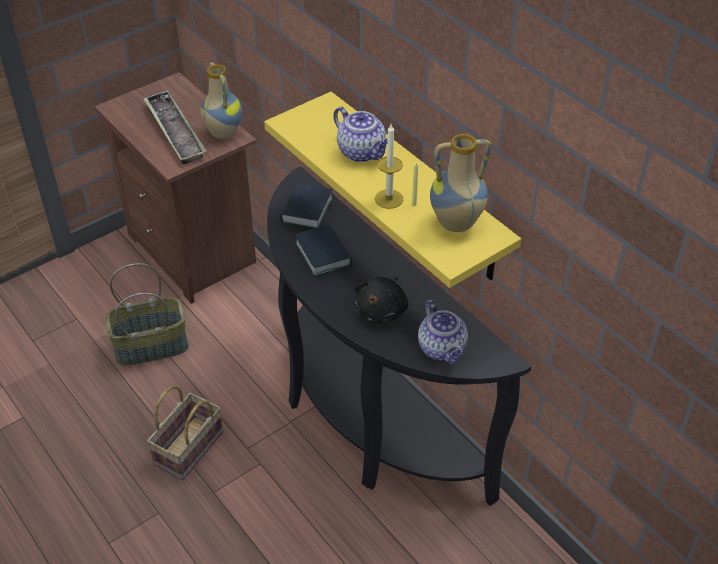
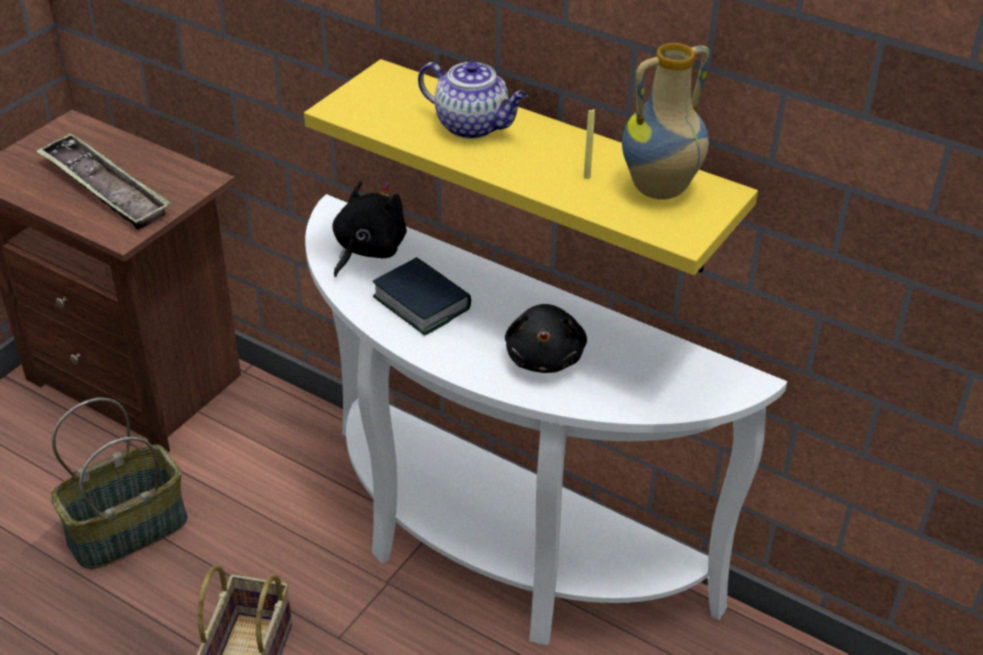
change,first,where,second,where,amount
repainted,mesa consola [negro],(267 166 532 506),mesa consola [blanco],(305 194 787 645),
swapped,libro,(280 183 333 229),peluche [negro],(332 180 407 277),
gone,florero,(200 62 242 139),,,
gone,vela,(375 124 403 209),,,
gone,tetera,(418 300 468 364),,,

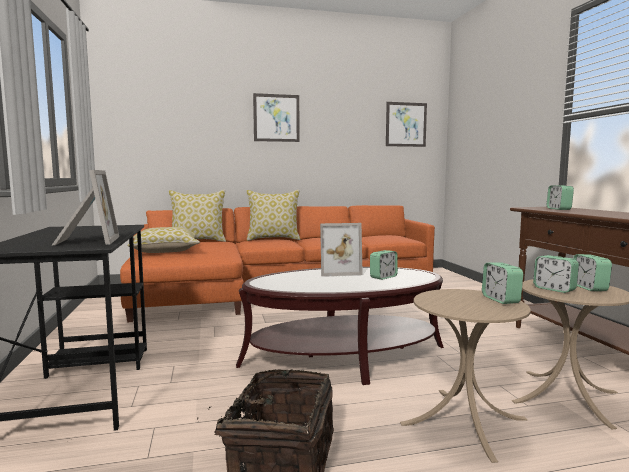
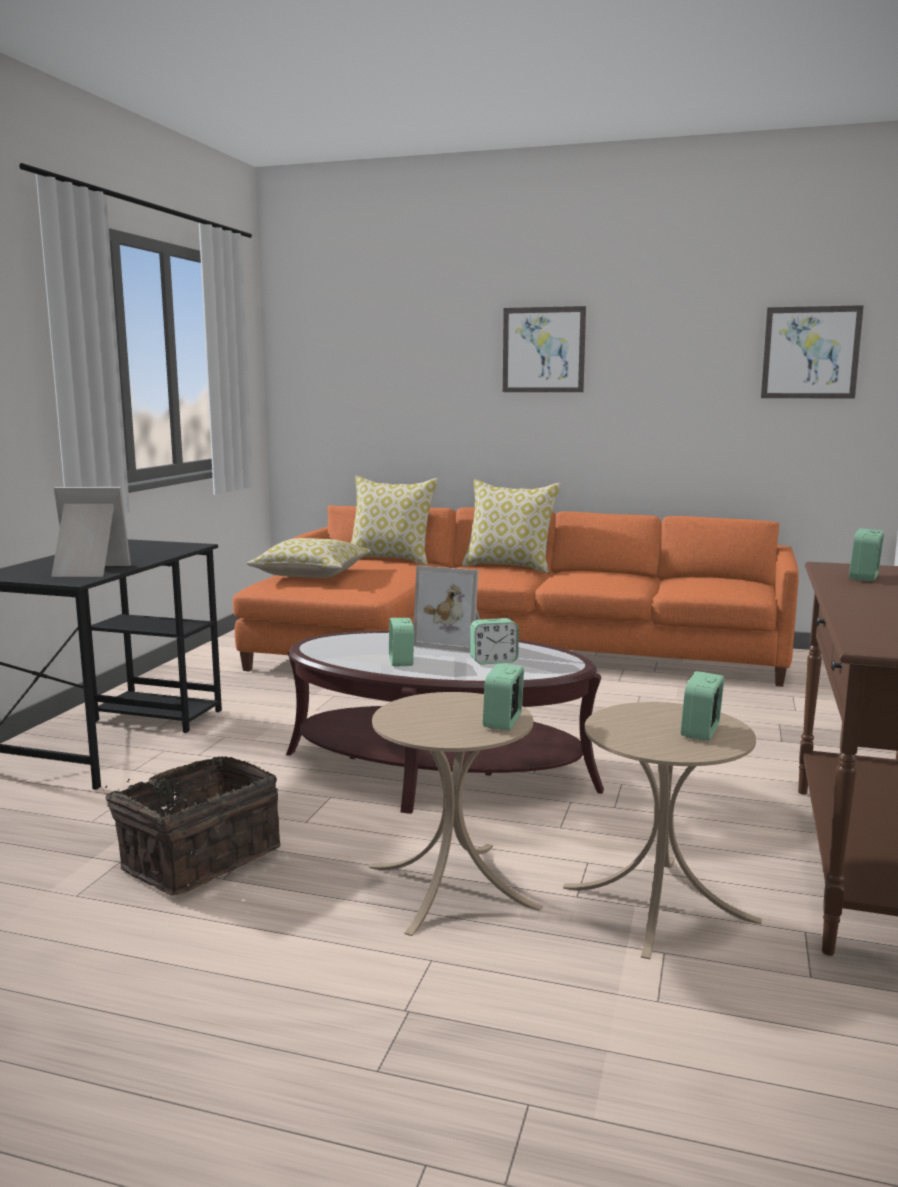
change,first,where,second,where,amount
rotated,portarretratos,(51 170 119 246),,(51 487 131 577),105 degrees counterclockwise
shifted,despertador,(533 255 579 293),,(389 618 414 667),

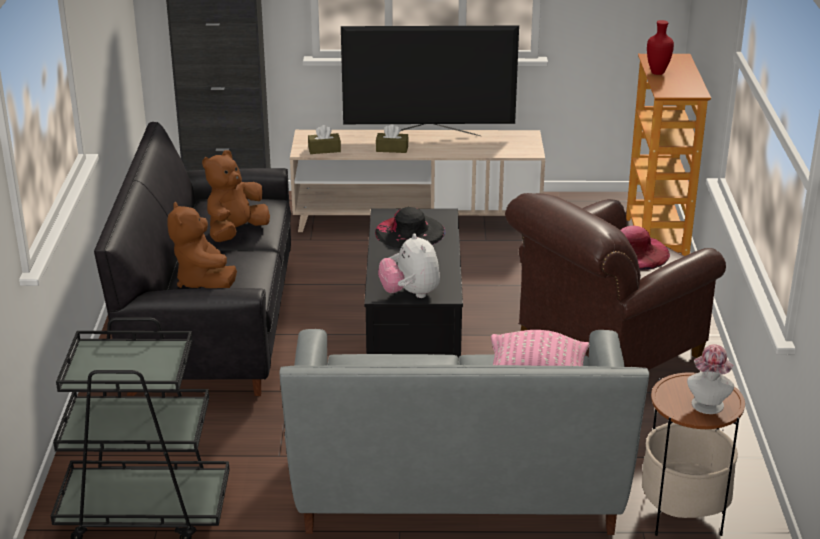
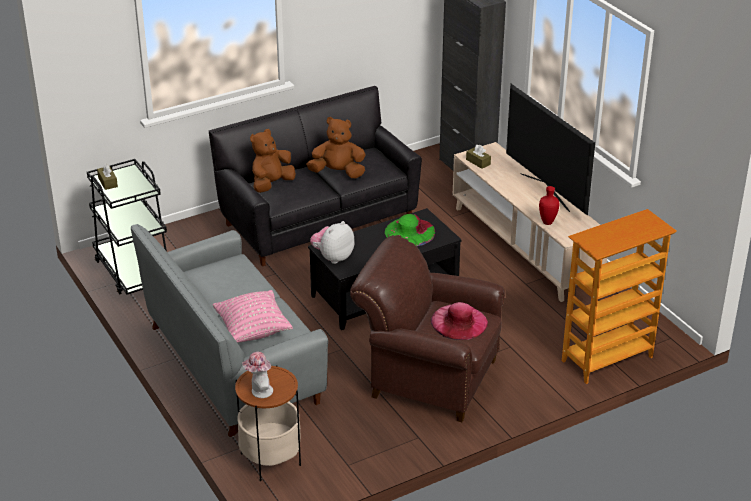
change,first,where,second,where,amount
shifted,caja de pañuelos [marrón],(376 124 409 153),,(97 164 118 190),
repainted,sombrero [negro],(375 207 446 248),sombrero [verde],(385 214 435 246),
shifted,florero [rojo],(647 20 674 75),,(539 186 559 225),

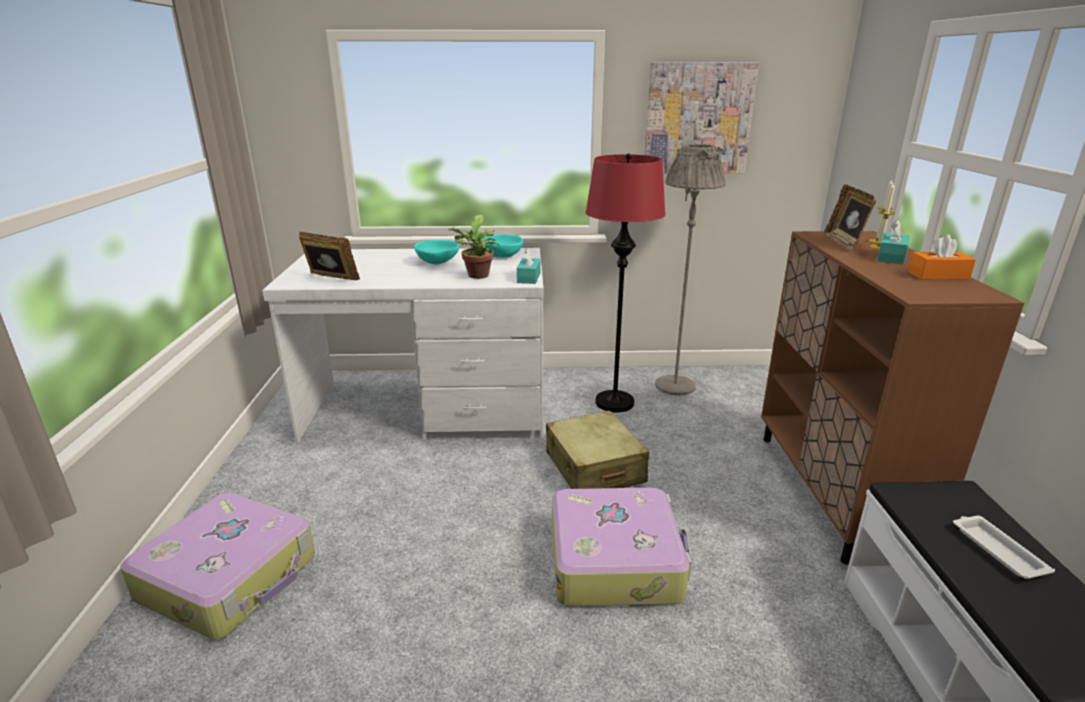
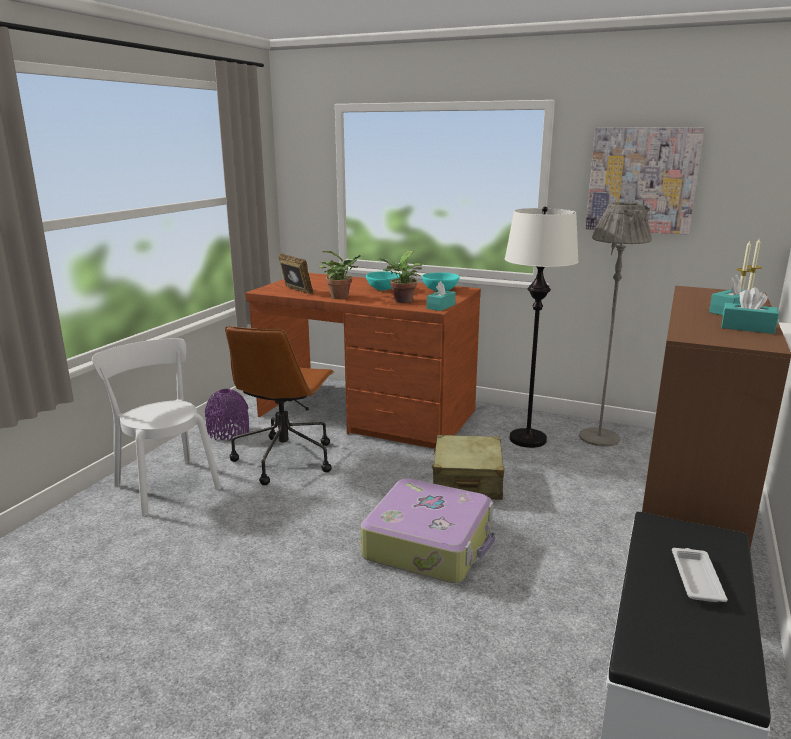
change,first,where,second,where,amount
swapped,maleta,(121 493 315 640),silla [blanco],(92 338 221 516),
new,,,florero [morado],(205 389 249 441),
new,,,silla de oficina [marrón],(225 326 335 485),
repainted,escritorio [blanco],(262 248 544 442),escritorio [marrón],(245 273 481 449),
new,,,planta en maceta,(319 250 364 299),
repainted,lámpara de pie [rojo],(585 153 666 412),lámpara de pie [blanco],(505 207 579 448),
repainted,caja de pañuelos [naranja],(908 235 976 280),caja de pañuelos [turquesa],(721 288 779 334),
gone,portarretratos,(824 184 876 251),,,

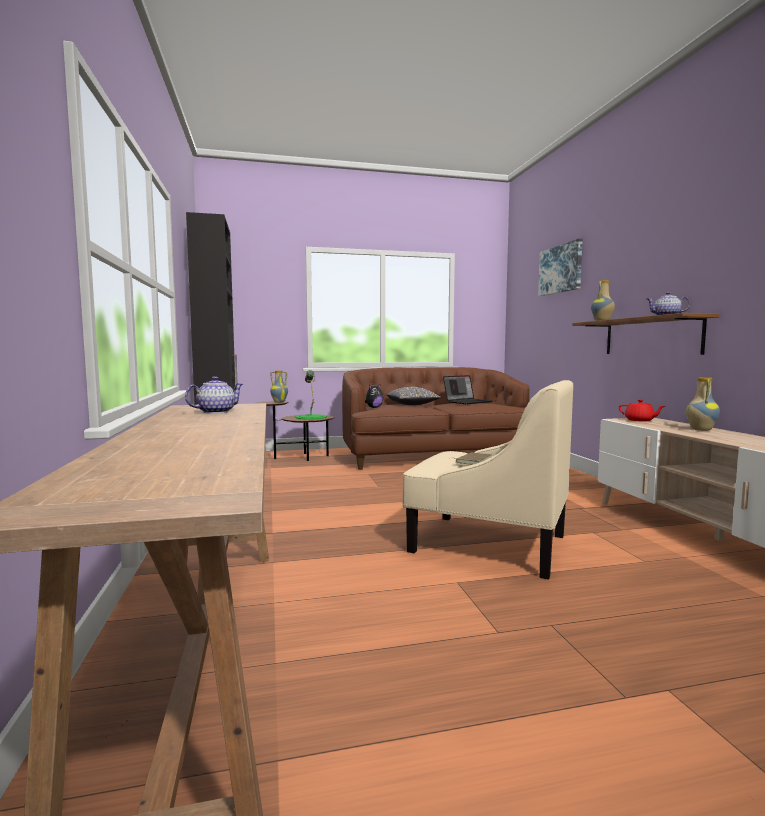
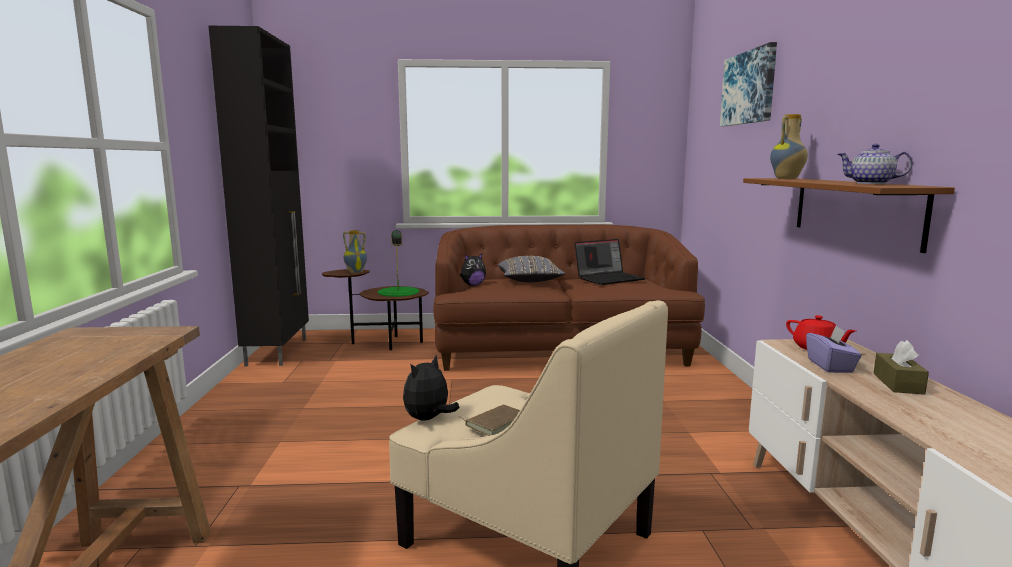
change,first,where,second,where,amount
new,,,peluche,(403 355 459 421),
new,,,caja de pañuelos [morado],(806 326 862 373),
swapped,florero,(686 377 720 431),caja de pañuelos [marrón],(873 340 929 395),
gone,tetera,(185 376 243 414),,,

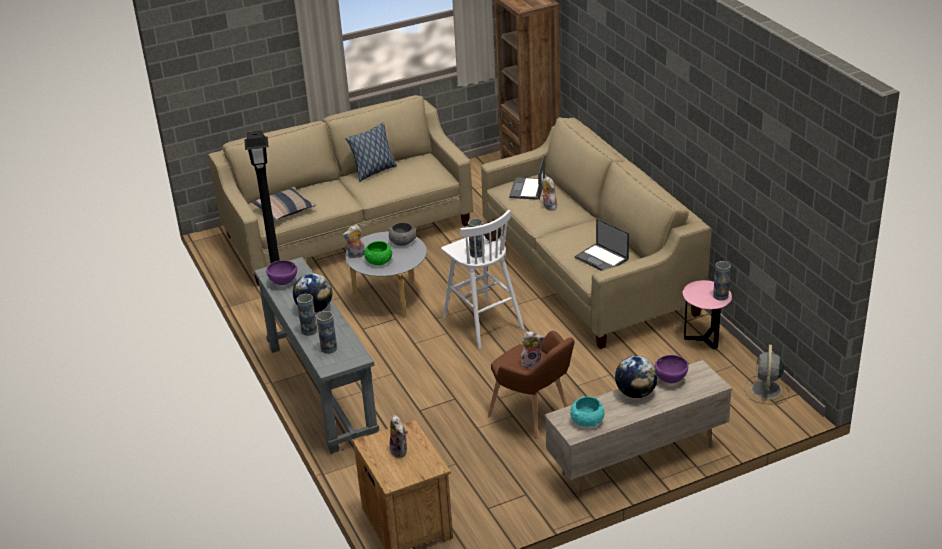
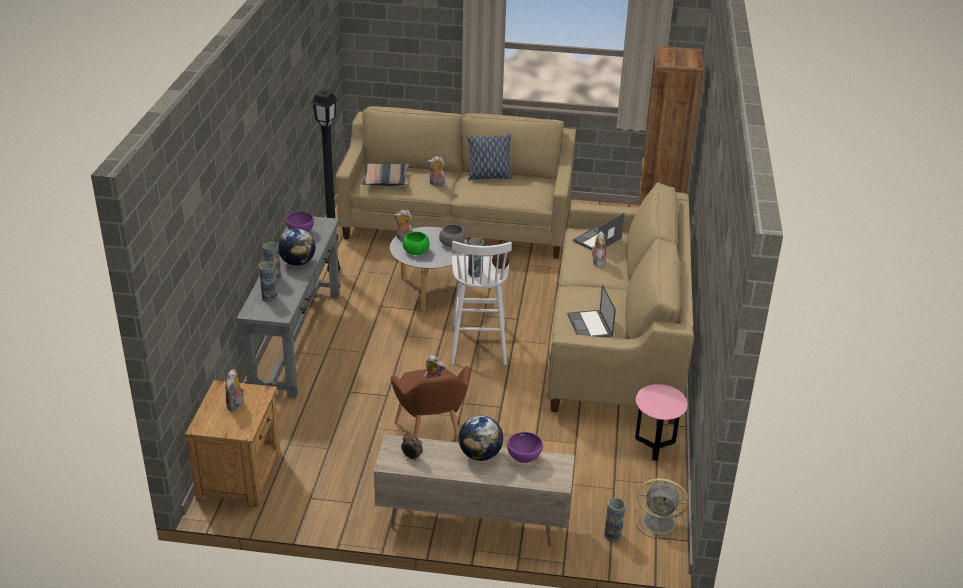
change,first,where,second,where,amount
swapped,cuenco [turquesa],(570 396 604 427),despertador,(401 433 423 461),
new,,,peluche,(427 156 446 187),
shifted,florero,(713 261 731 301),,(604 498 625 542),
rotated,ventilador [gris],(744 344 789 404),,(634 478 689 540),120 degrees counterclockwise

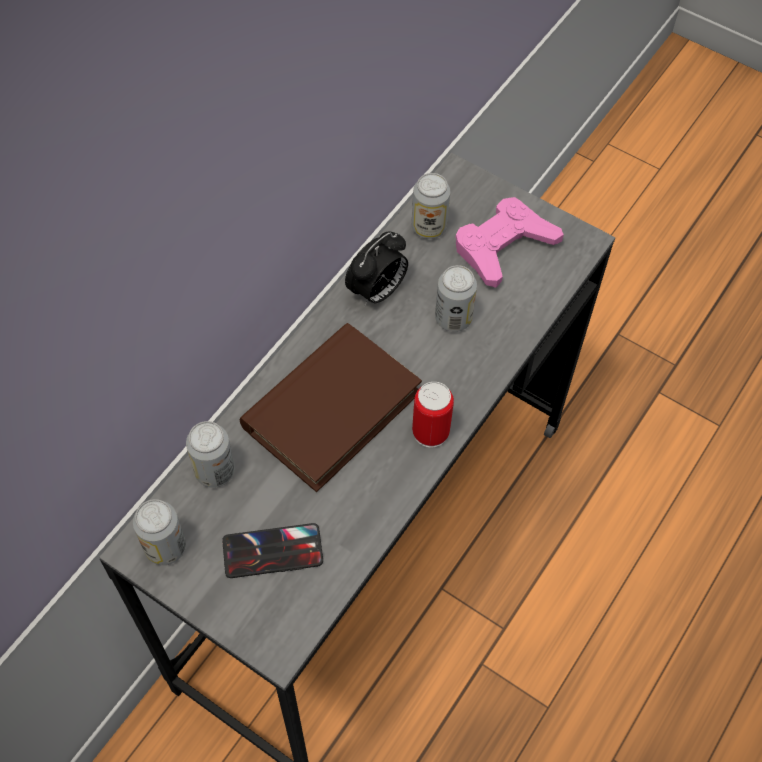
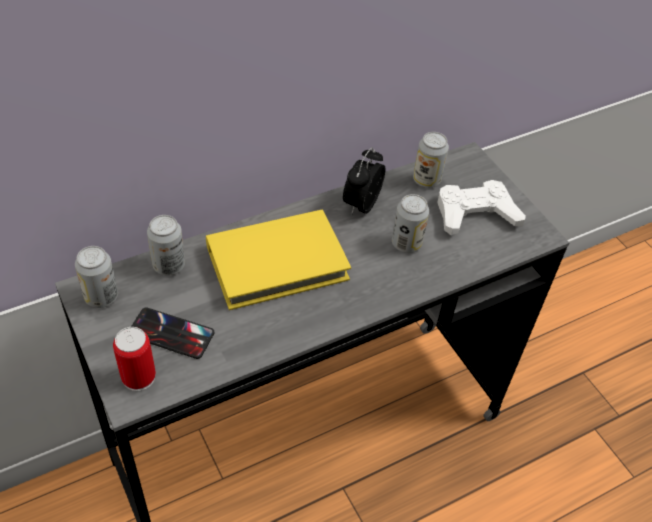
change,first,where,second,where,amount
shifted,lata,(412 382 454 448),,(113 327 156 391),
repainted,libro [marrón],(240 323 422 492),libro [amarillo],(206 210 351 310),
rotated,despertador,(345 232 408 306),,(343 147 385 215),135 degrees clockwise
repainted,mando de consola [rosa],(456 197 564 288),mando de consola [blanco],(437 180 526 235),

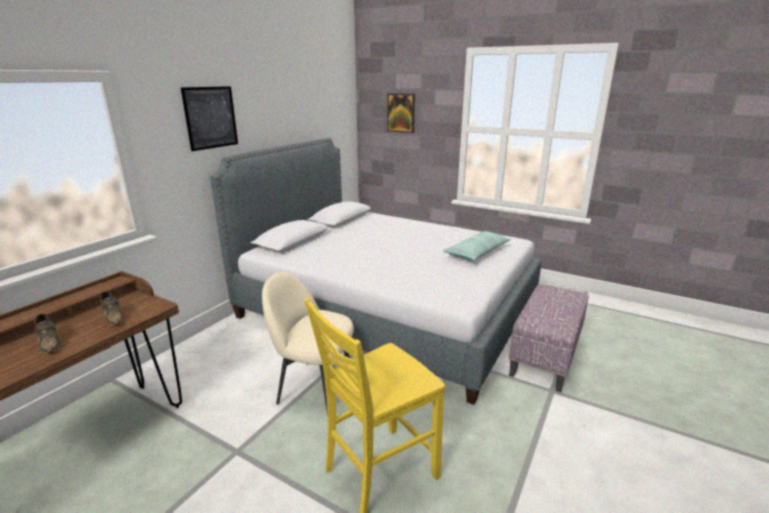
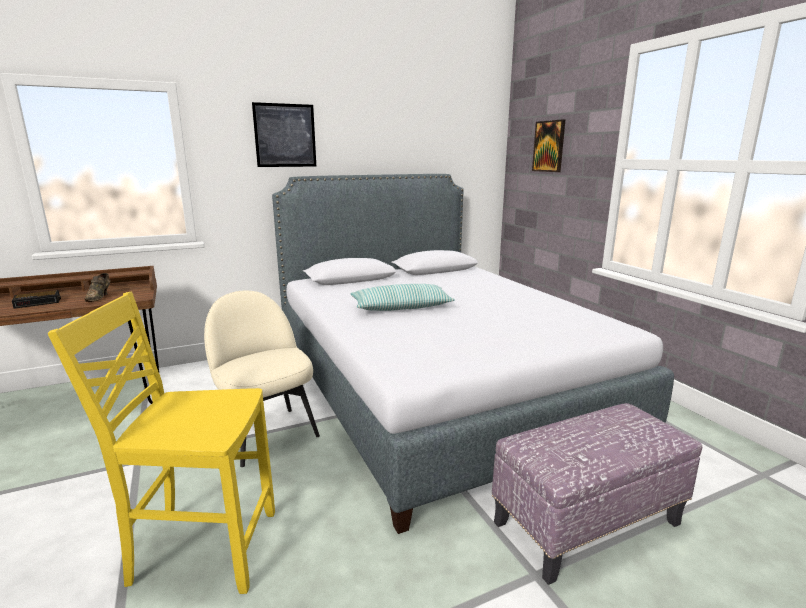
change,first,where,second,where,amount
swapped,zapato [marrón],(34 314 60 354),despertador,(12 290 61 309),
shifted,cojín,(443 231 511 261),,(350 284 455 311),

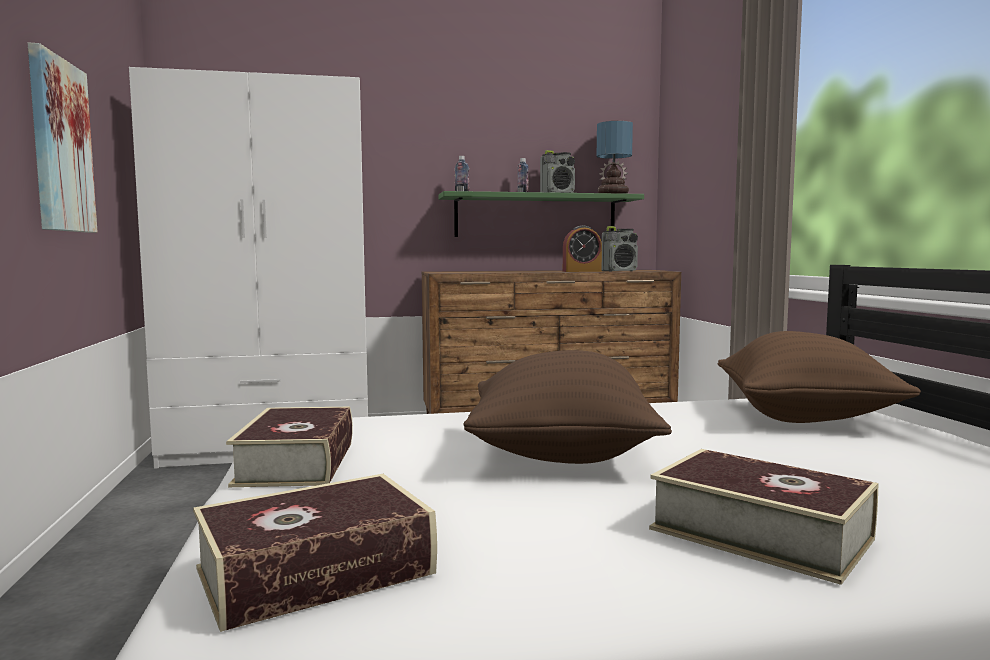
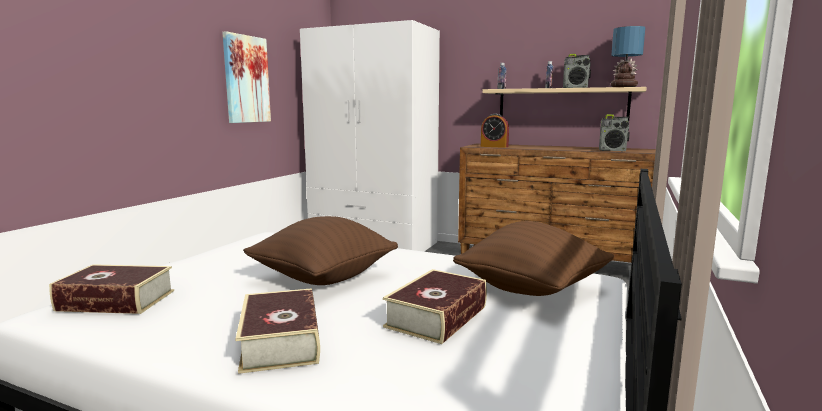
change,first,where,second,where,amount
shifted,libro,(226 407 353 487),,(383 269 487 344),
shifted,despertador,(563 225 602 272),,(481 114 509 148),
repainted,estante [verde],(438 191 644 237),estante [beis],(482 87 647 121),

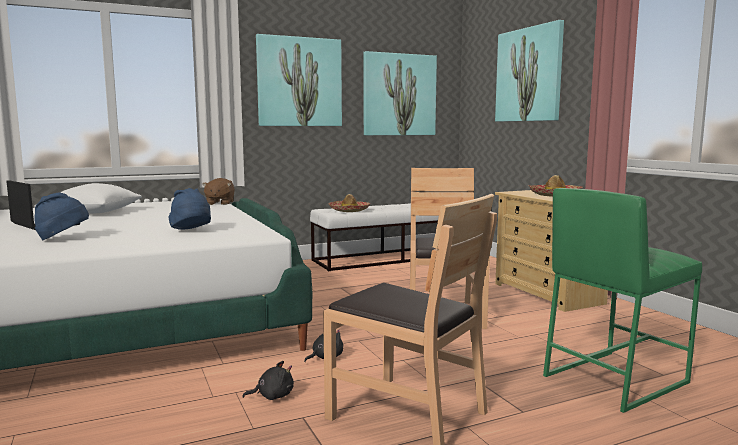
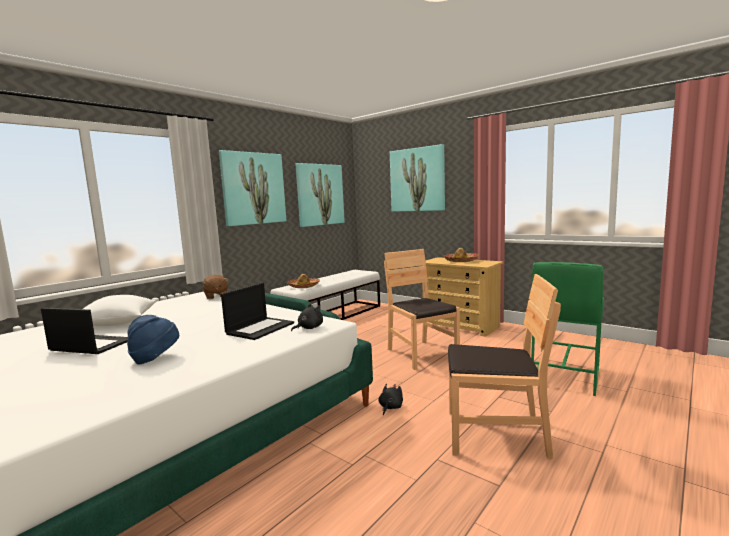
change,first,where,second,where,amount
swapped,sombrero [azul],(169 188 211 230),portátil,(221 283 294 340),
shifted,peluche [negro],(242 361 294 400),,(291 304 323 331),

